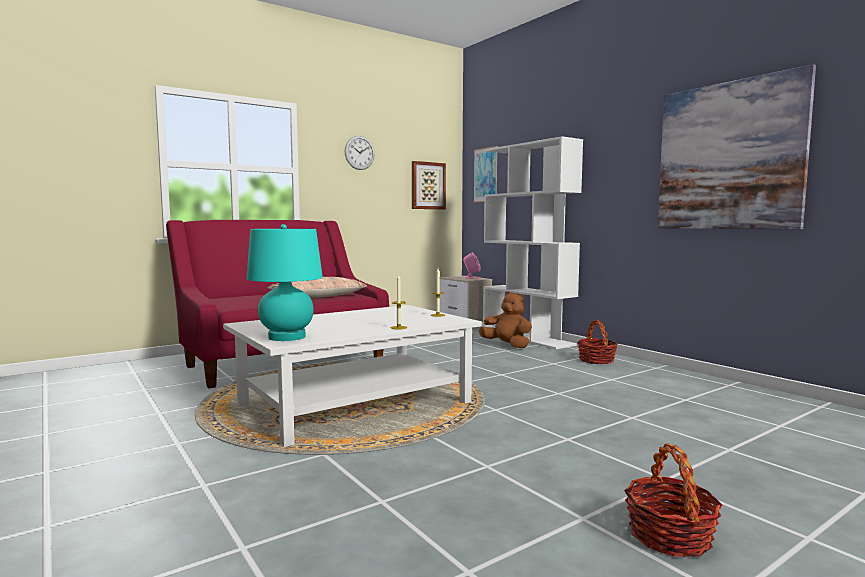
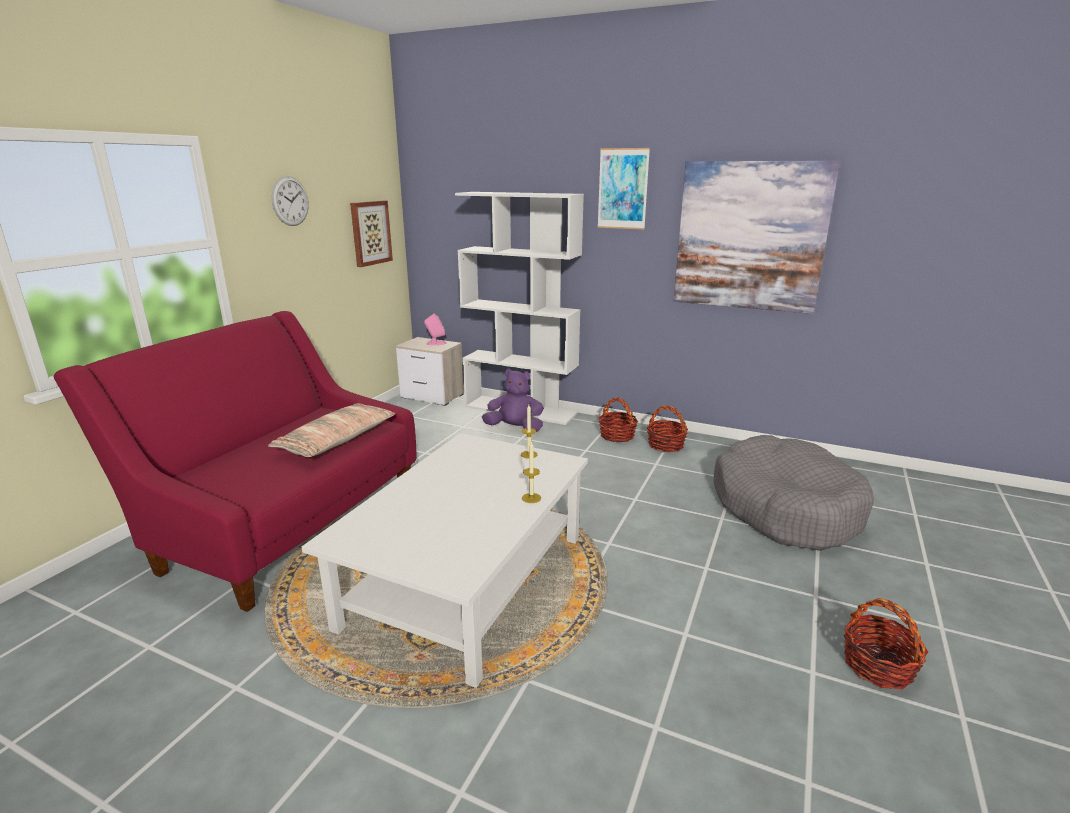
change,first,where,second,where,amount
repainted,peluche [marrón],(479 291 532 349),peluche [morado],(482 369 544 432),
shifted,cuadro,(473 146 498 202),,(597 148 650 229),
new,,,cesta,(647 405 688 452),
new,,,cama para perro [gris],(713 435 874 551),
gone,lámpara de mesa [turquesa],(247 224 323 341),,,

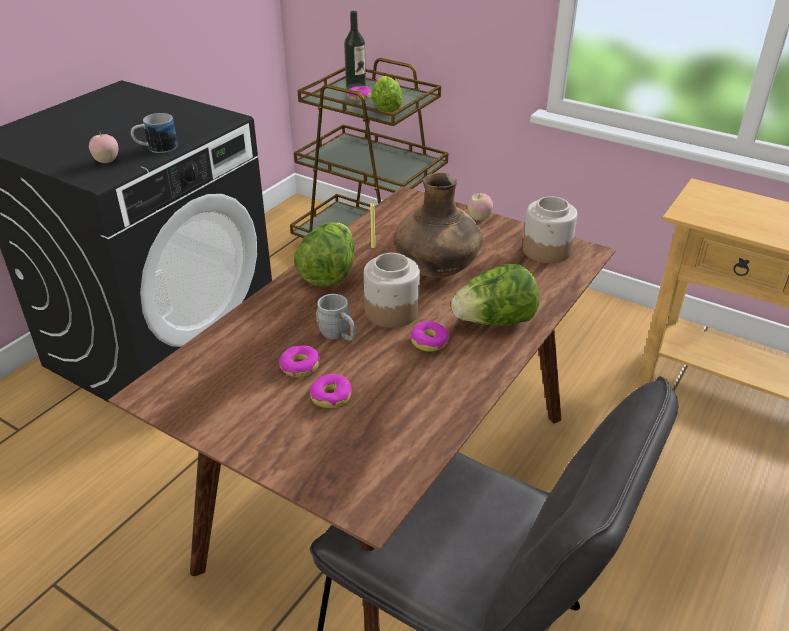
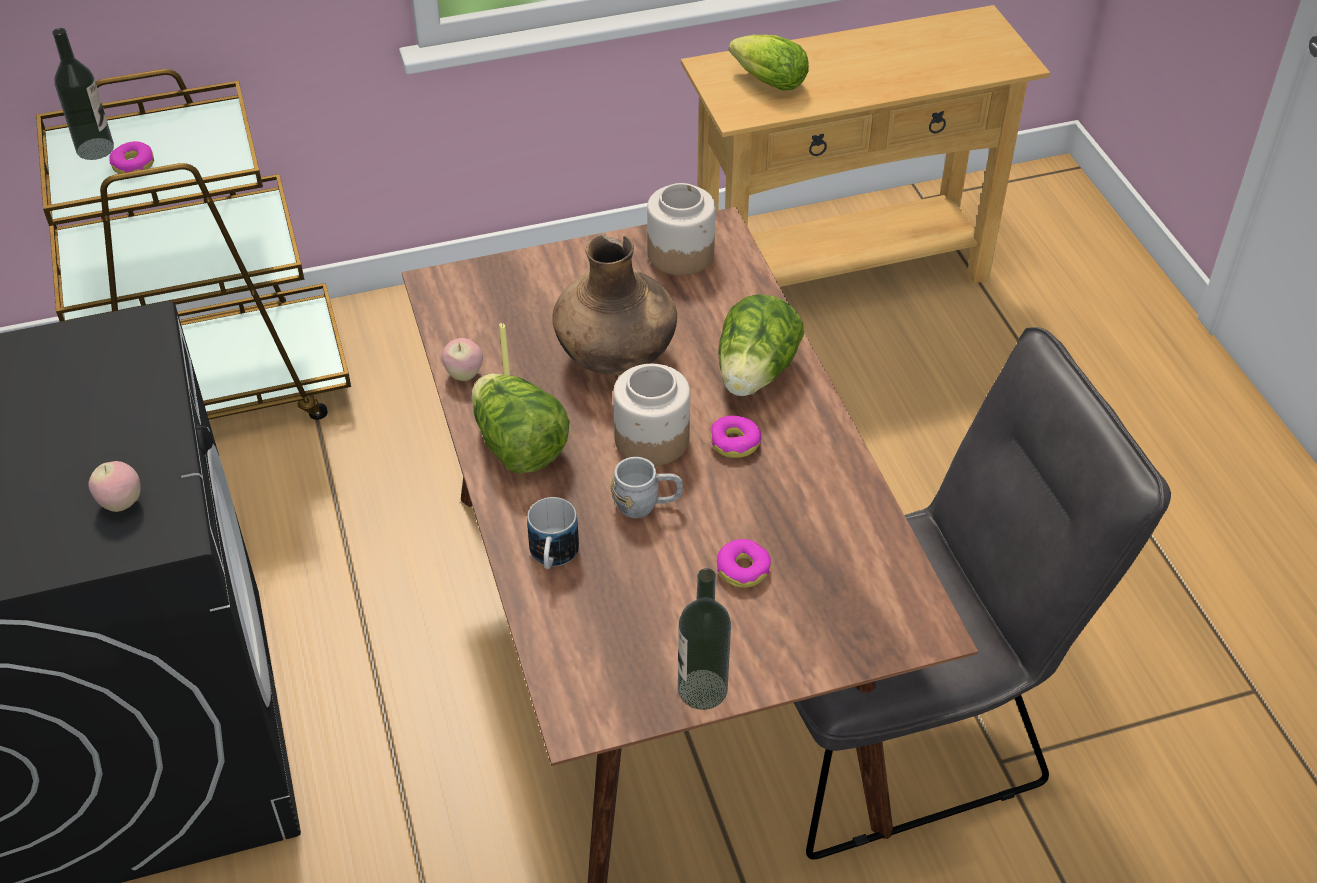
change,first,where,second,where,amount
shifted,manzana,(467 192 493 221),,(441 338 483 381),
shifted,taza grande,(131 113 178 153),,(527 497 579 569),
new,,,botella,(678 568 731 710),
shifted,lechuga,(371 76 403 113),,(729 35 809 91),
gone,rosquilla,(279 346 320 377),,,

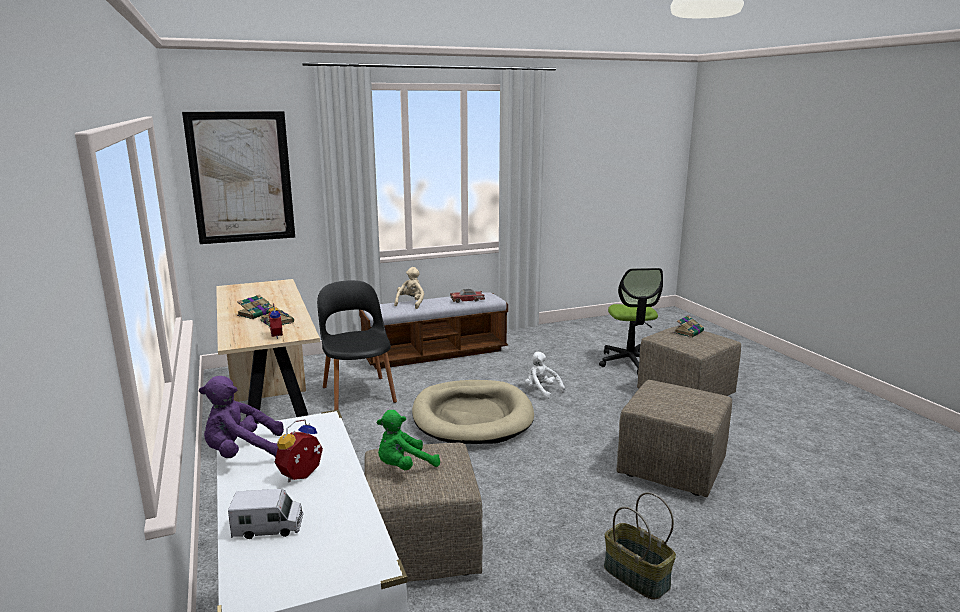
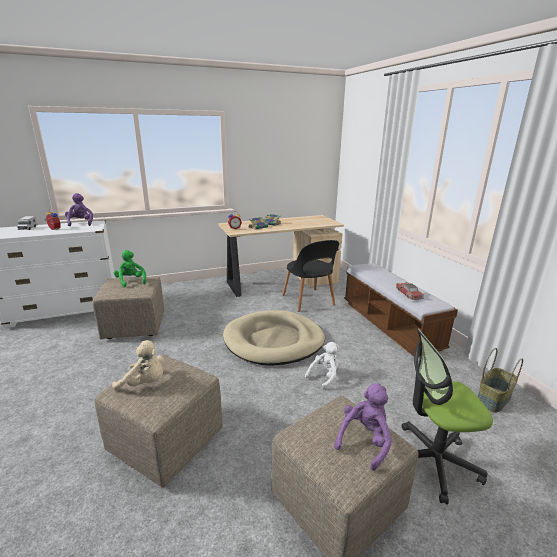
change,first,where,second,where,amount
shifted,peluche [beis],(394 267 424 309),,(112 340 165 391),
rotated,silla [negro],(317 280 397 410),,(282 240 339 312),90 degrees clockwise
swapped,libro,(674 315 704 338),peluche [morado],(334 383 392 471),
shifted,cesta,(604 492 676 600),,(478 348 523 413),
gone,cuadro,(182 111 295 244),,,

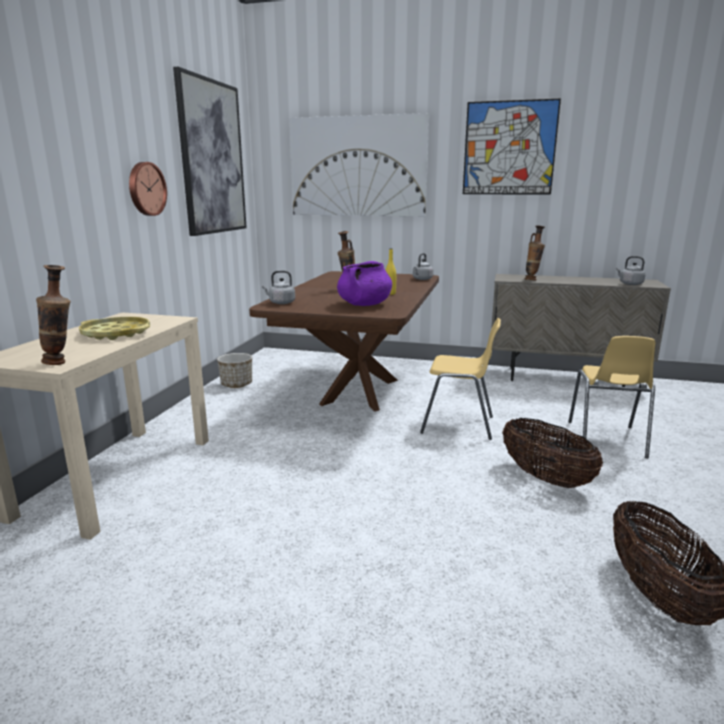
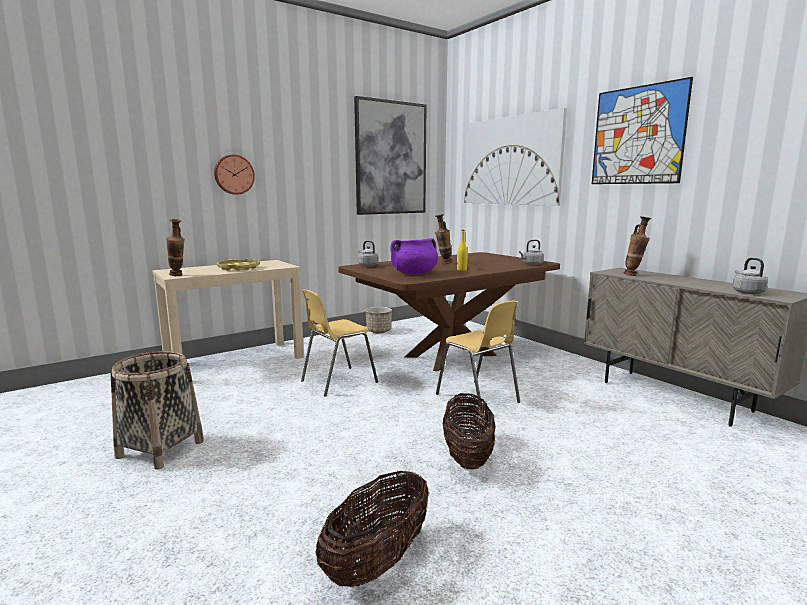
change,first,where,second,where,amount
new,,,cesta,(111 351 204 470),
shifted,reloj de pared,(129 162 167 216),,(214 154 255 195),
shifted,silla [amarillo],(568 336 656 458),,(301 289 378 397),

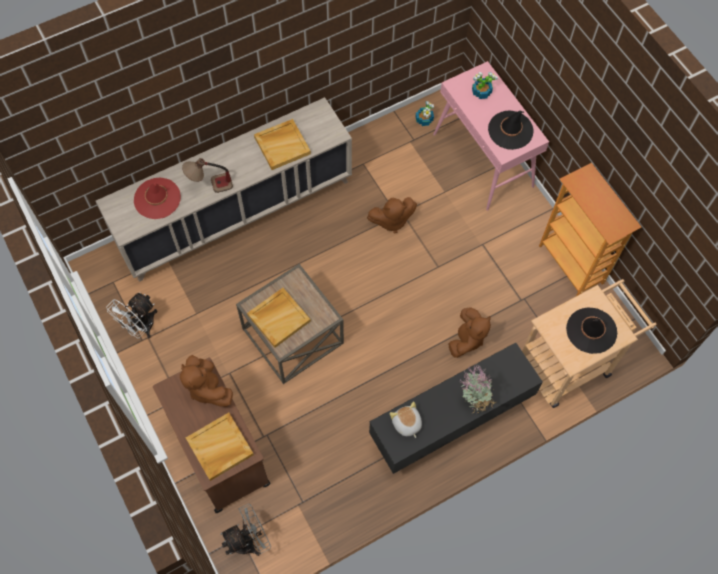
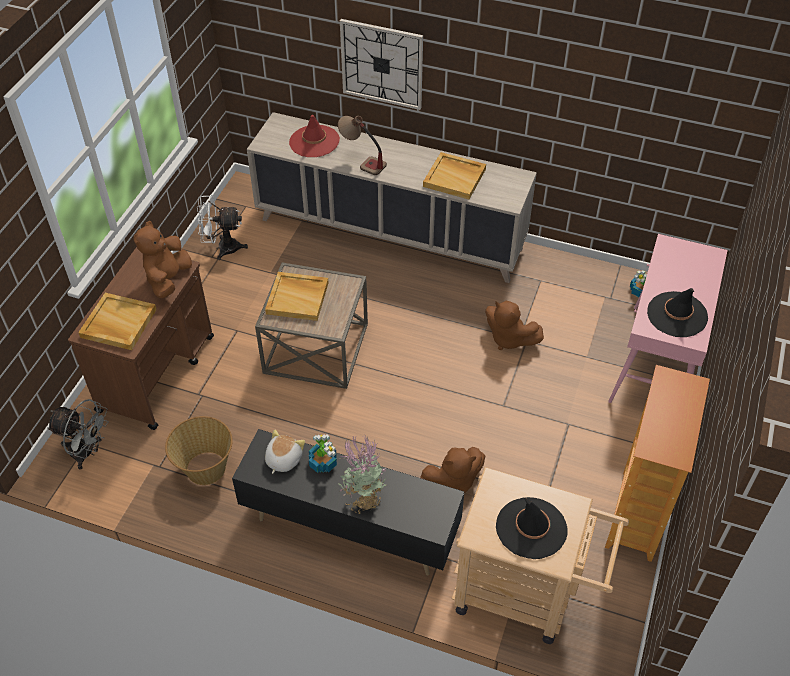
change,first,where,second,where,amount
new,,,cesta,(165 416 233 485),
shifted,planta en maceta,(472 72 498 99),,(309 435 337 473),
new,,,reloj de pared,(340 19 423 110),

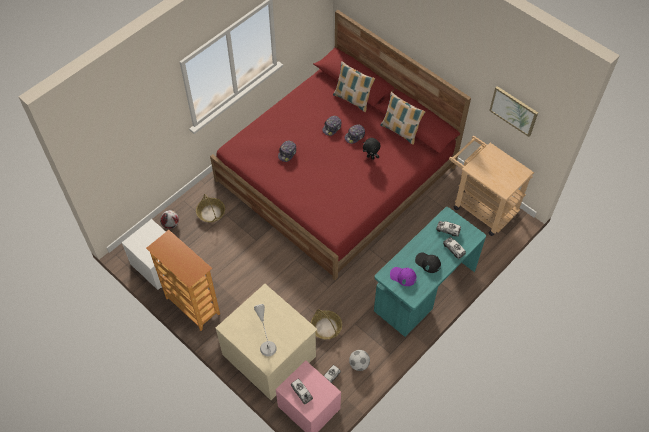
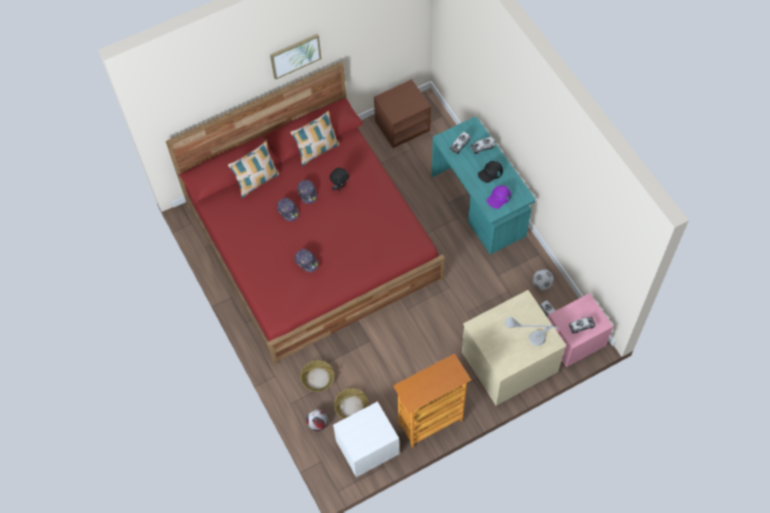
change,first,where,second,where,amount
shifted,cuadro,(489 86 538 137),,(270 33 322 80),
shifted,cesta,(311 309 342 340),,(334 388 369 419),
swapped,carrito [beis],(449 136 534 236),mesita de noche [marrón],(374 79 431 148),

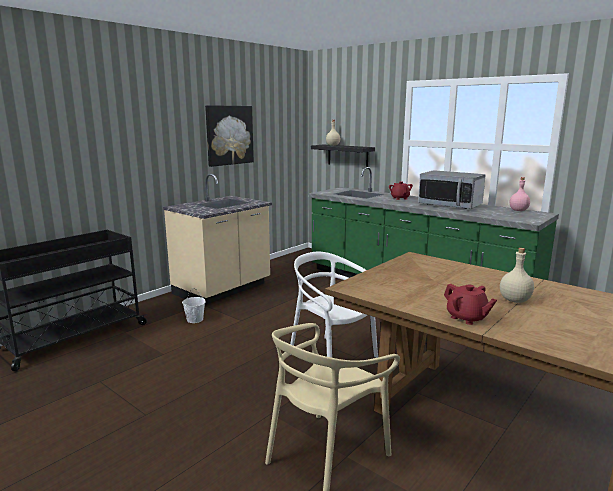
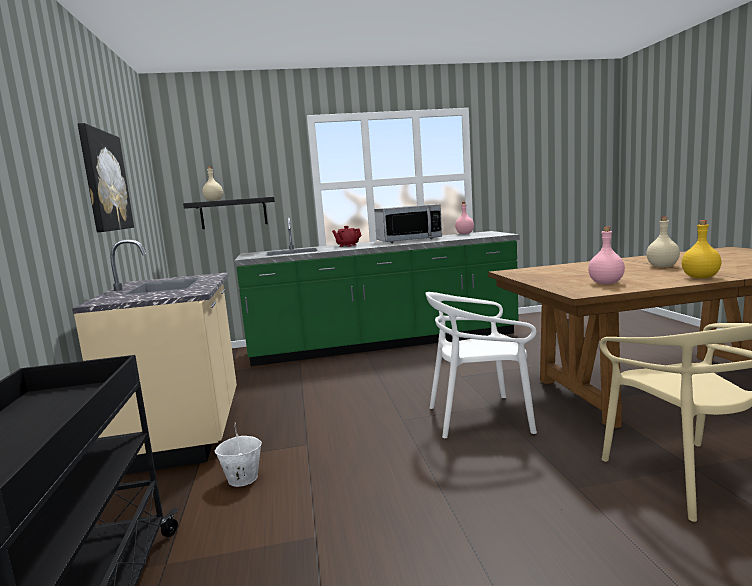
change,first,where,second,where,amount
new,,,botella [rosa],(588 227 625 284),
swapped,tetera [rojo],(444 284 497 325),botella [amarillo],(682 220 721 278),

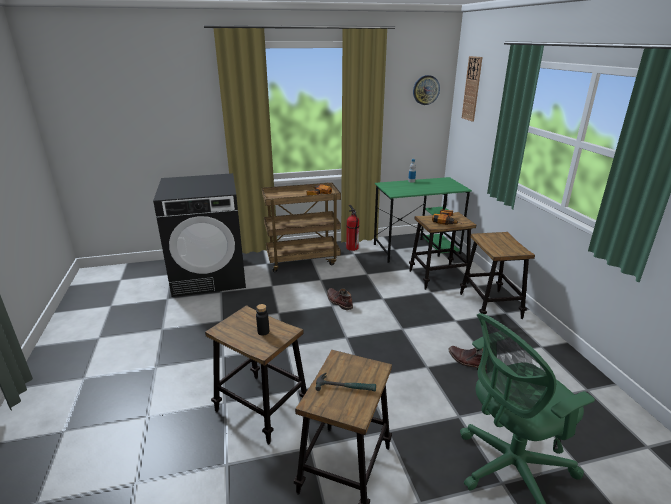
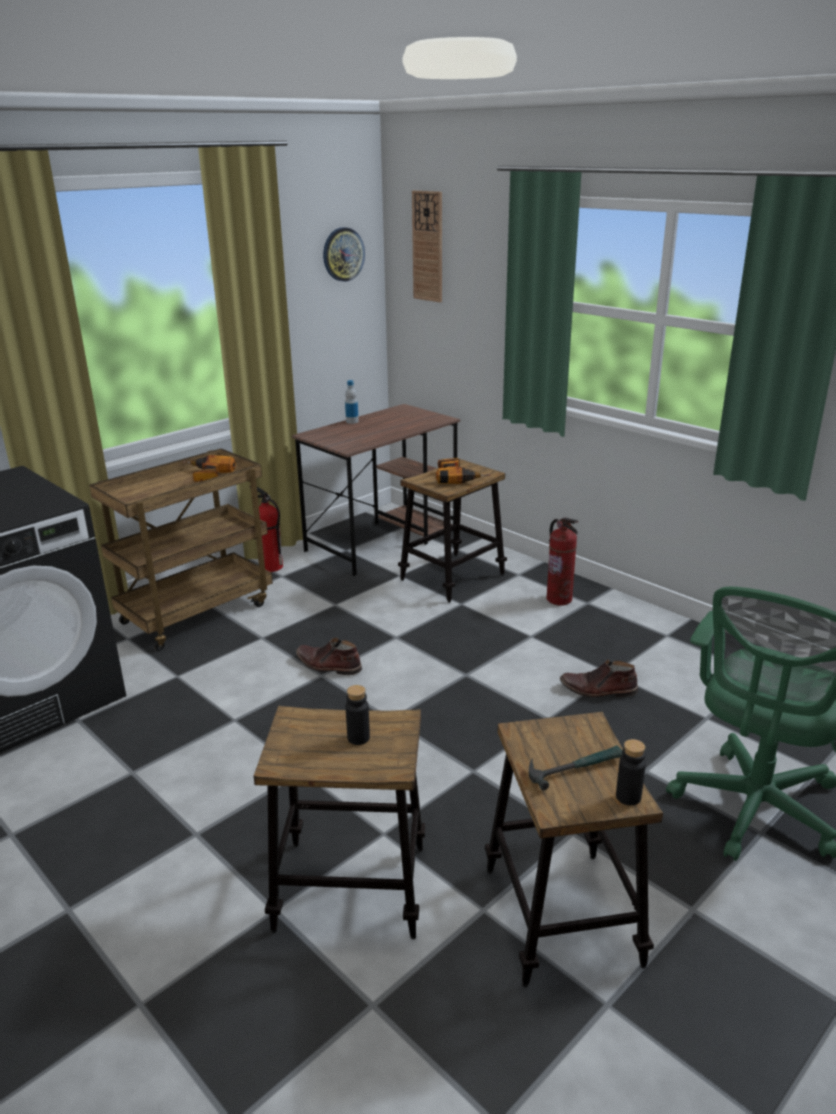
change,first,where,second,where,amount
repainted,escritorio [verde],(374 177 472 263),escritorio [marrón],(292 404 460 576),
swapped,taburete,(460 232 535 319),extintor,(547 517 578 606),
new,,,botella [negro],(616 739 646 805),

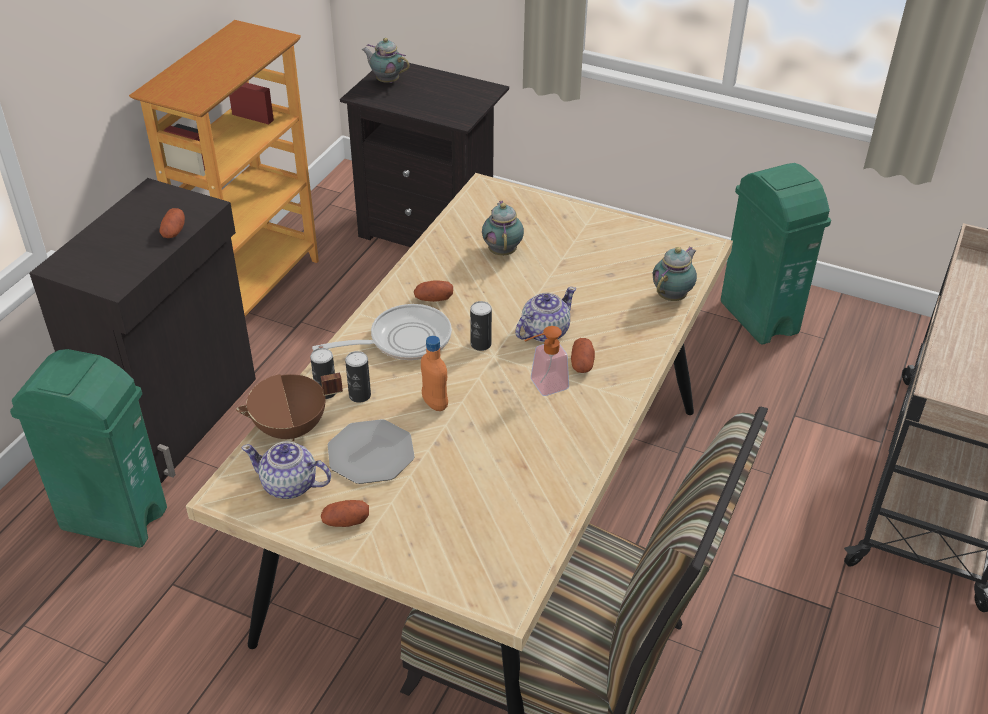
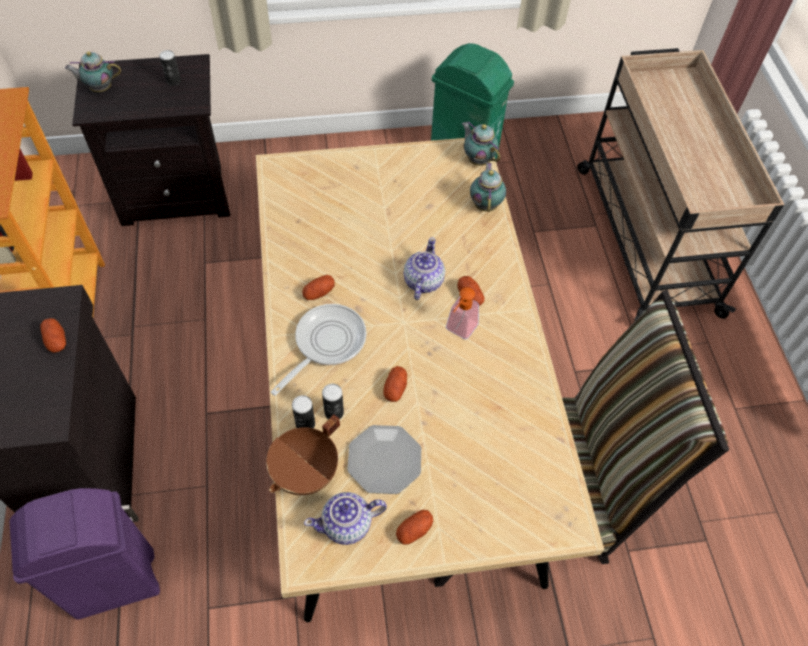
change,first,where,second,where,amount
repainted,papelera [verde],(10 349 167 548),papelera [morado],(9 488 160 619),
shifted,lata,(470 301 492 351),,(159 50 181 86),
swapped,botella [naranja],(421 336 448 411),patata,(383 366 407 402),
shifted,tetera,(482 201 524 256),,(462 121 500 166),

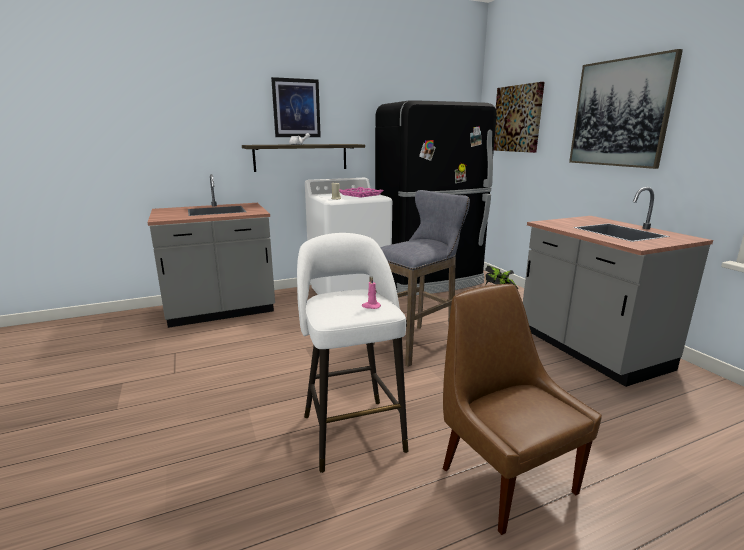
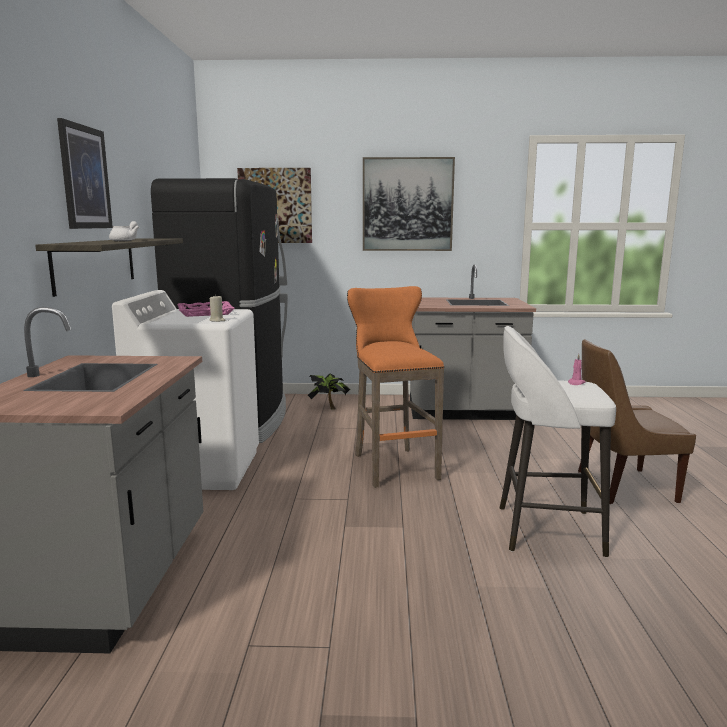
change,first,where,second,where,amount
repainted,taburete [gris],(370 190 470 366),taburete [naranja],(347 286 444 488),

